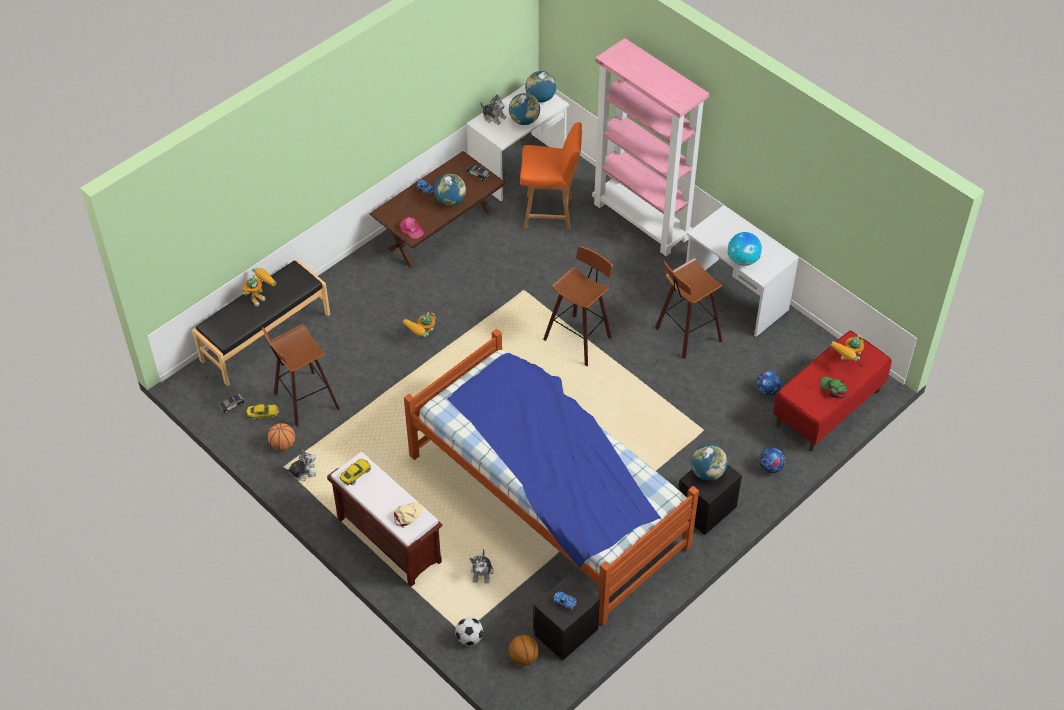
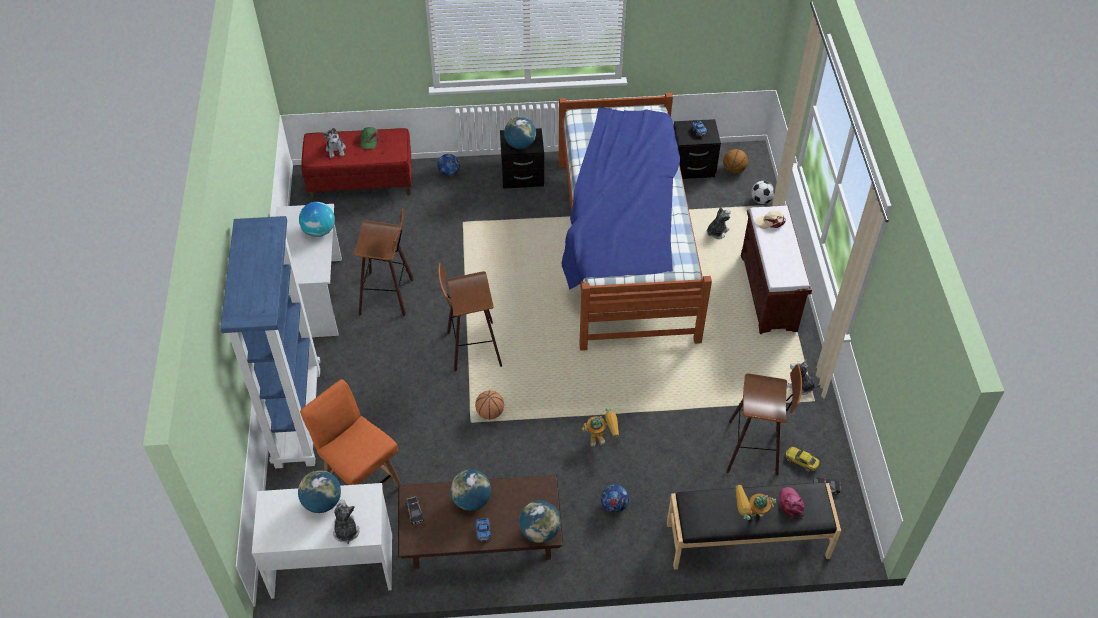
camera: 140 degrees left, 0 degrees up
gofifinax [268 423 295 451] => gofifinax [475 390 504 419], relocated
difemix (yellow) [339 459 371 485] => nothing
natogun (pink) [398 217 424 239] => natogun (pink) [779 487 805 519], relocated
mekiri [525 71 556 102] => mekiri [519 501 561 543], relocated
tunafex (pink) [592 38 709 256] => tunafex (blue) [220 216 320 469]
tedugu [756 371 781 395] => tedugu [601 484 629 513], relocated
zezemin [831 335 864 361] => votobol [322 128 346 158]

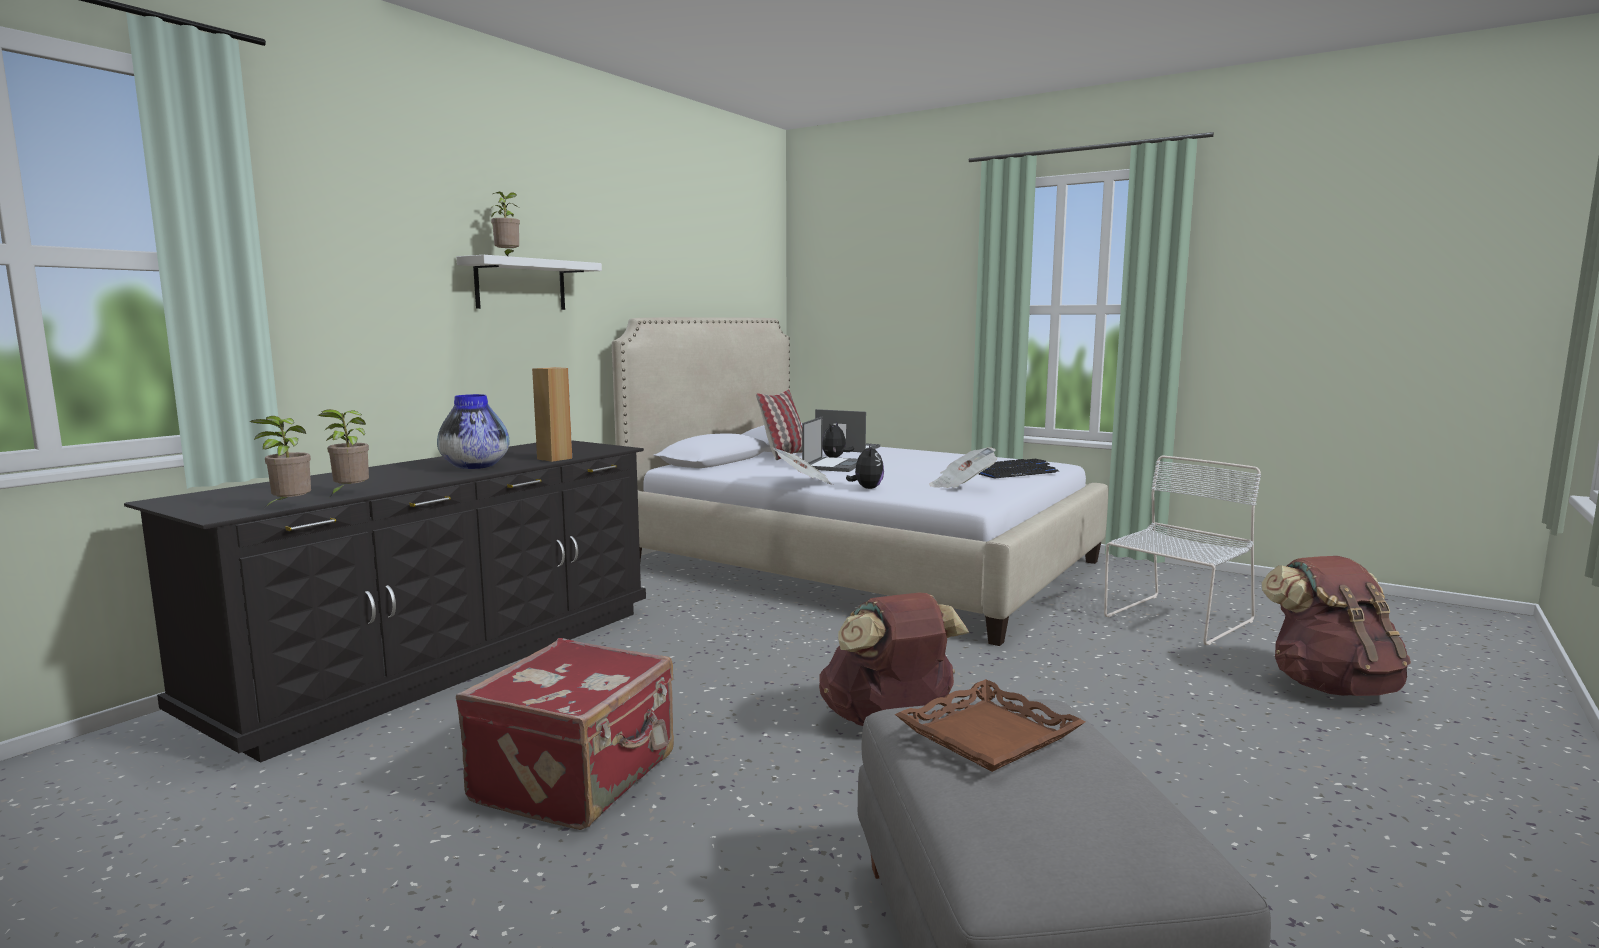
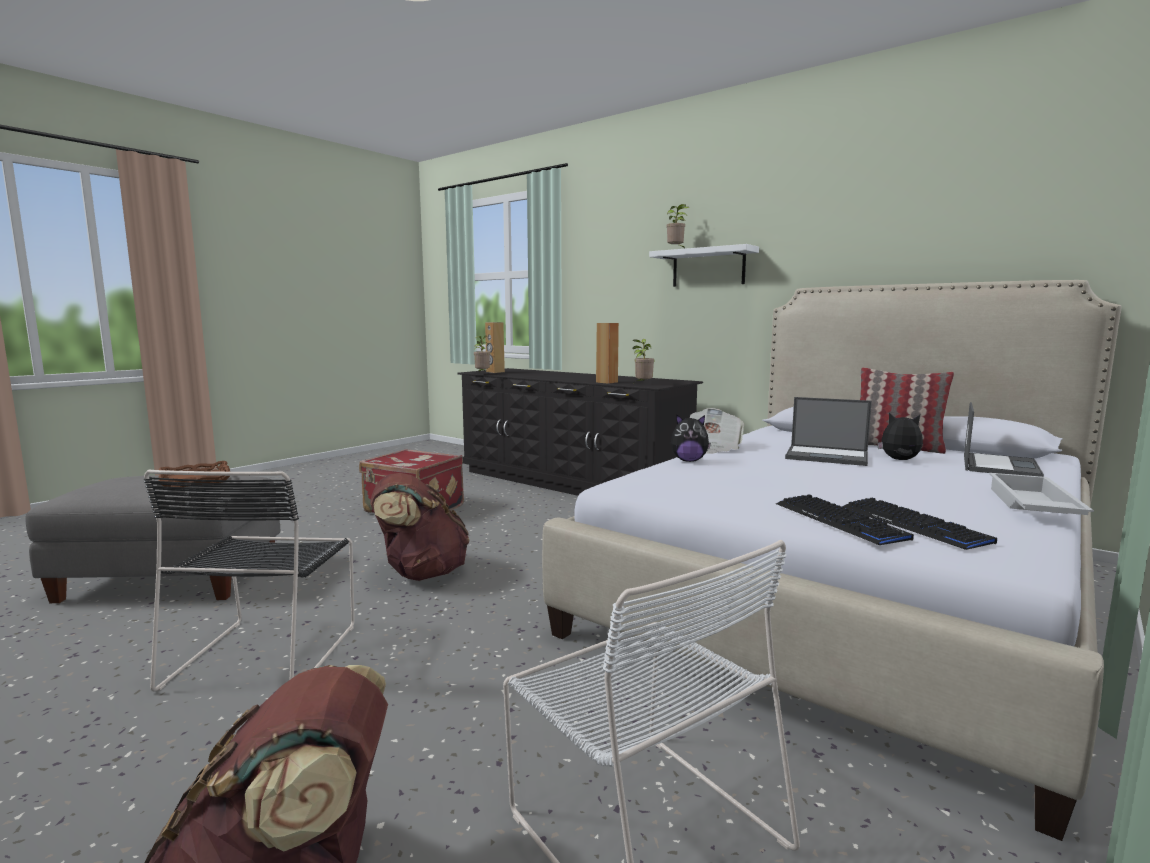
camera: 95 degrees right, 0 degrees up
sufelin [317 409 369 495] => sufelin [632 339 654 382], relocated
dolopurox [437 394 510 469] => nothing
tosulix [929 447 997 488] => nothing
nothing => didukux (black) [144 469 355 691]
nothing => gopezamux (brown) [485 322 505 373]
nothing => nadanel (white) [989 473 1094 515]

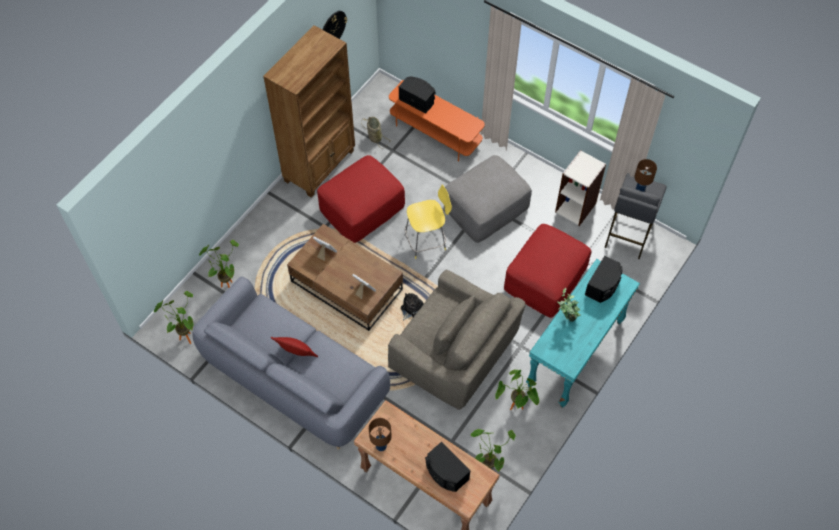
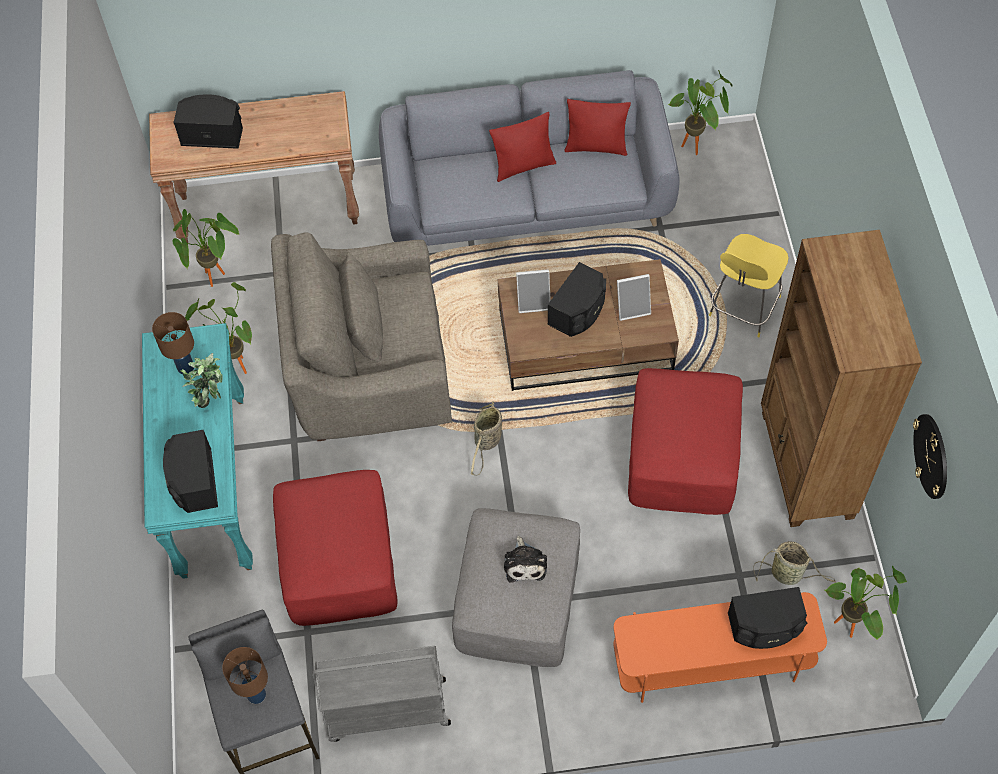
camera: 140 degrees right, 0 degrees up
sufelin [199 240 239 288] => sufelin [825 566 907 640], relocated
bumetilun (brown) [369 418 392 451] => bumetilun (brown) [152 312 194 374], relocated
votobol [401 293 424 320] => votobol [504 536 547 583], relocated
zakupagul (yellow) [404 185 452 259] => zakupagul (yellow) [709 234 788 337], relocated
tunafex [555 150 606 226] => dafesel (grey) [312 646 451 742]
nothing => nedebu [471 401 502 476]
nothing => gopezamux (black) [548 262 606 337]
nothing => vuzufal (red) [564 99 631 156]

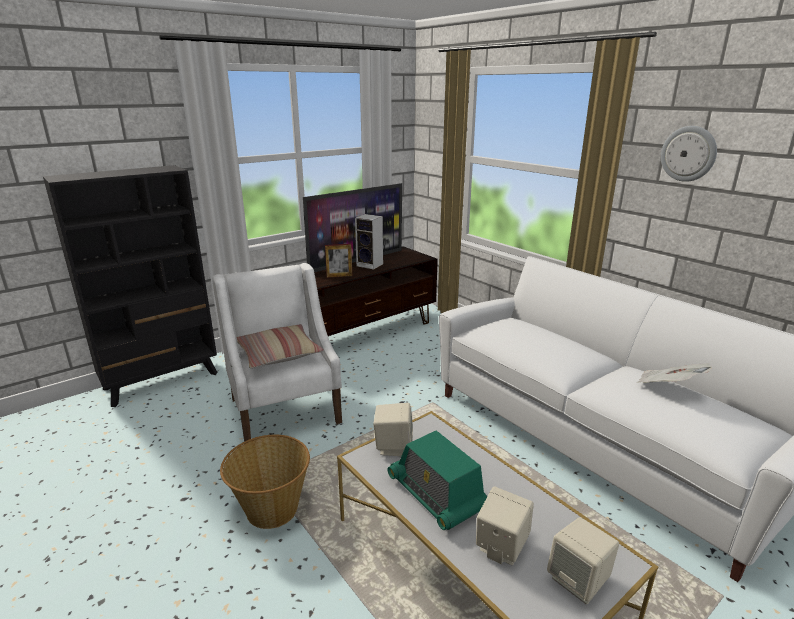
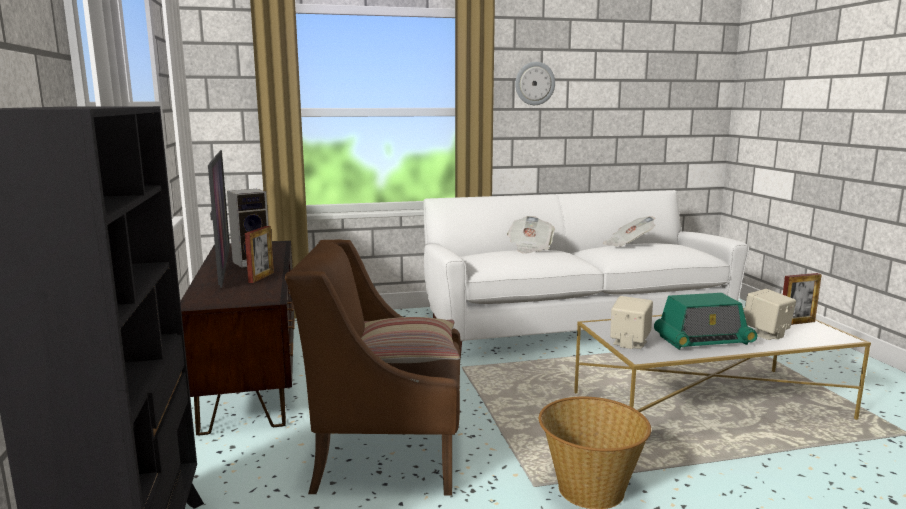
camera: 65 degrees left, 10 degrees down
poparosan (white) [212 263 342 444] => poparosan (brown) [285 240 460 496]
gopezamux (beige) [547 517 619 605] => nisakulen [783 273 822 325]
nothing => tosulix [507 216 555 253]

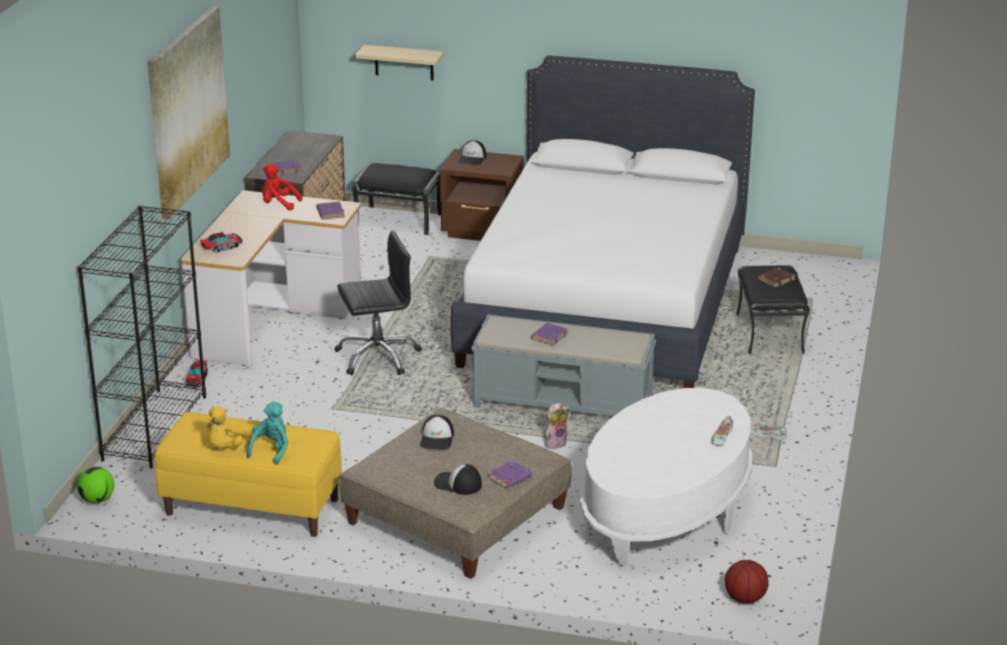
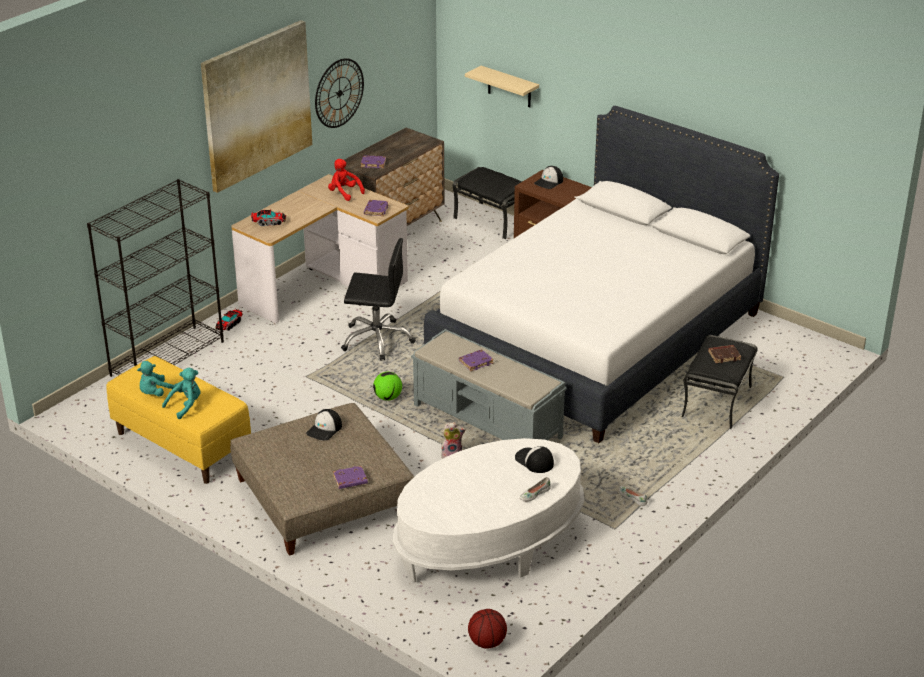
camera: 25 degrees right, 5 degrees up
tedugu [77 467 114 503] => tedugu [373 372 402 401], relocated
votobol (yellow) [207 407 250 448] => votobol (turquoise) [137 361 177 397]
natogun [434 464 482 495] => natogun [515 446 554 473], relocated
nothing => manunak [315 58 364 128]

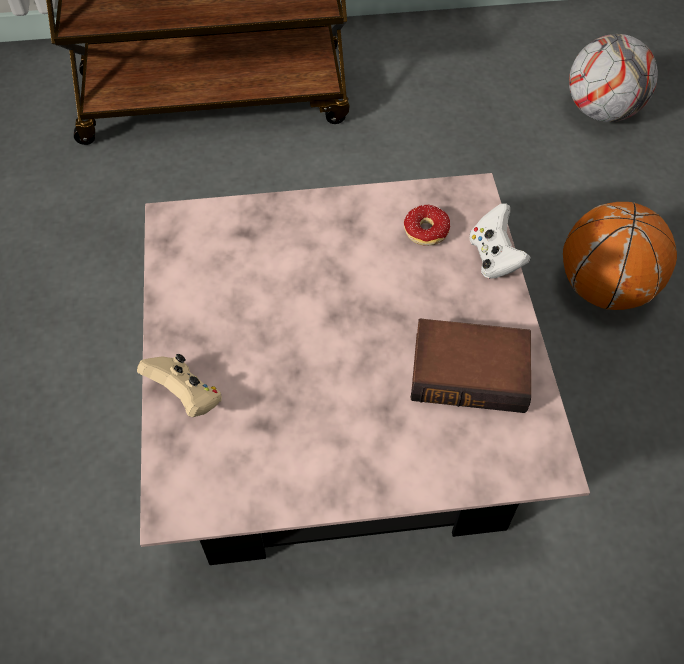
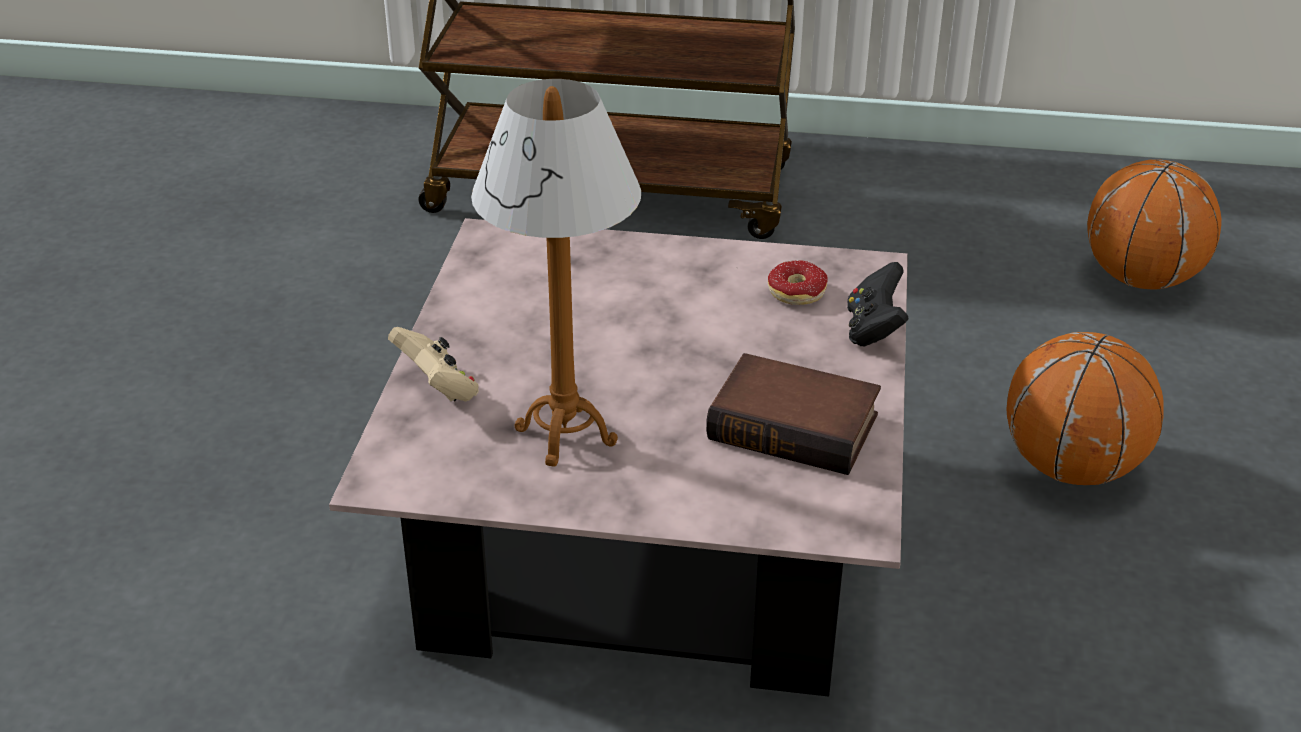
camera: 15 degrees right, 20 degrees down
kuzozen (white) [469 203 531 279] => kuzozen (black) [847 262 909 346]
tedugu [569 34 658 122] => gofifinax [1087 159 1222 289]
nothing => bumetilun [471 79 641 467]

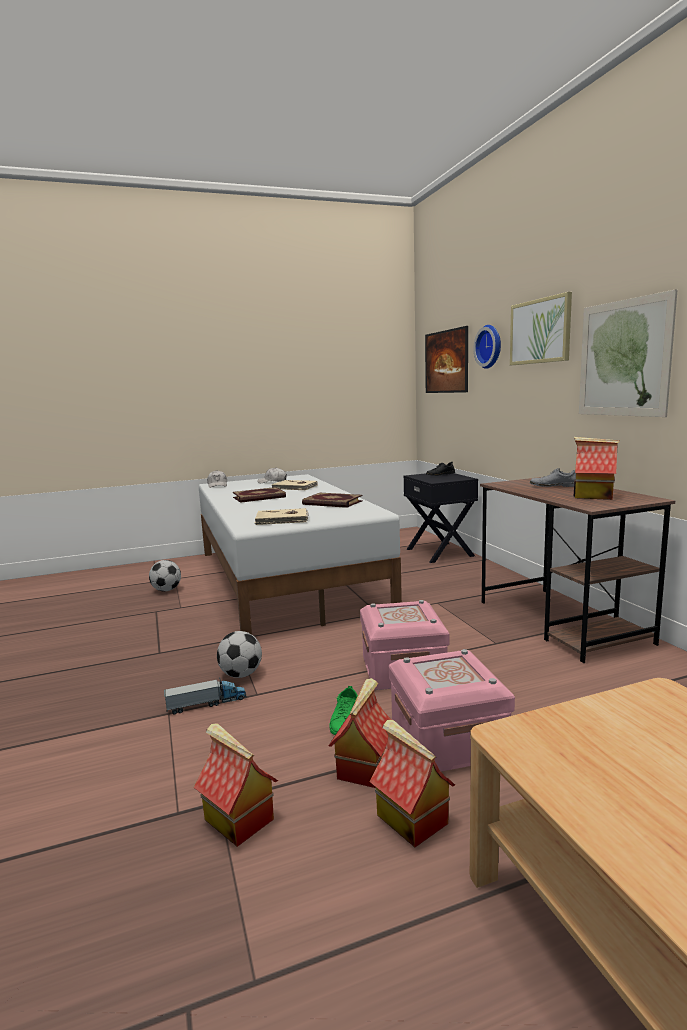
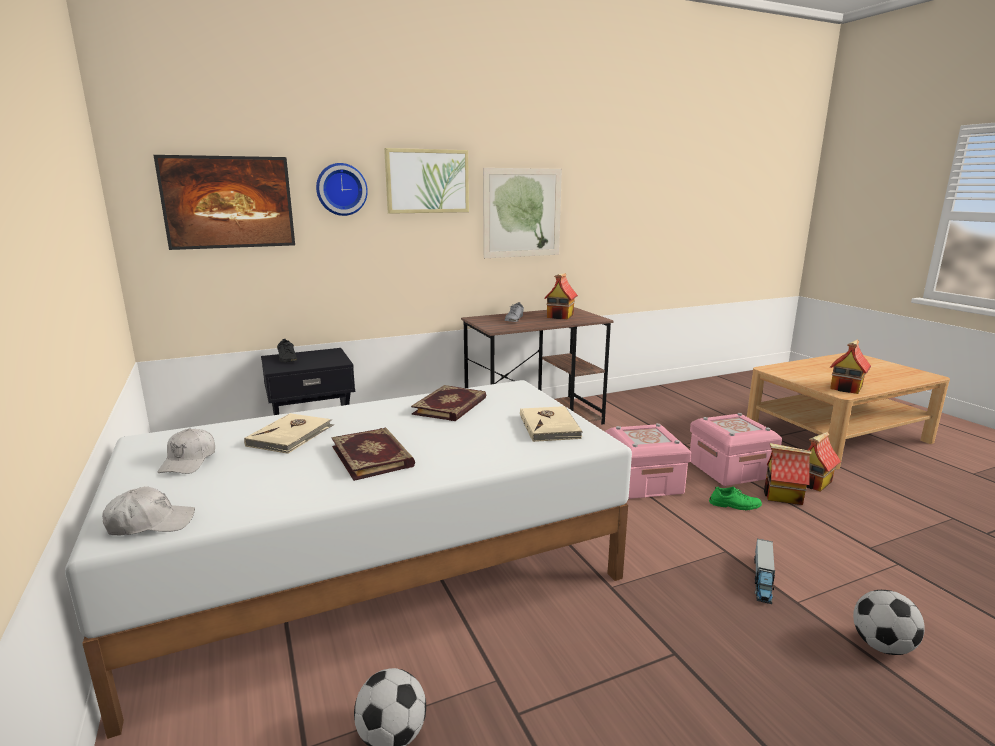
camera: 95 degrees left, 5 degrees up
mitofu [164 678 247 715] => mitofu [754 539 775 604], 135 degrees counterclockwise
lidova [194 723 278 847] => lidova [829 339 871 394], relocated
tedugu [217 631 262 678] => tedugu [853 590 925 655], relocated

